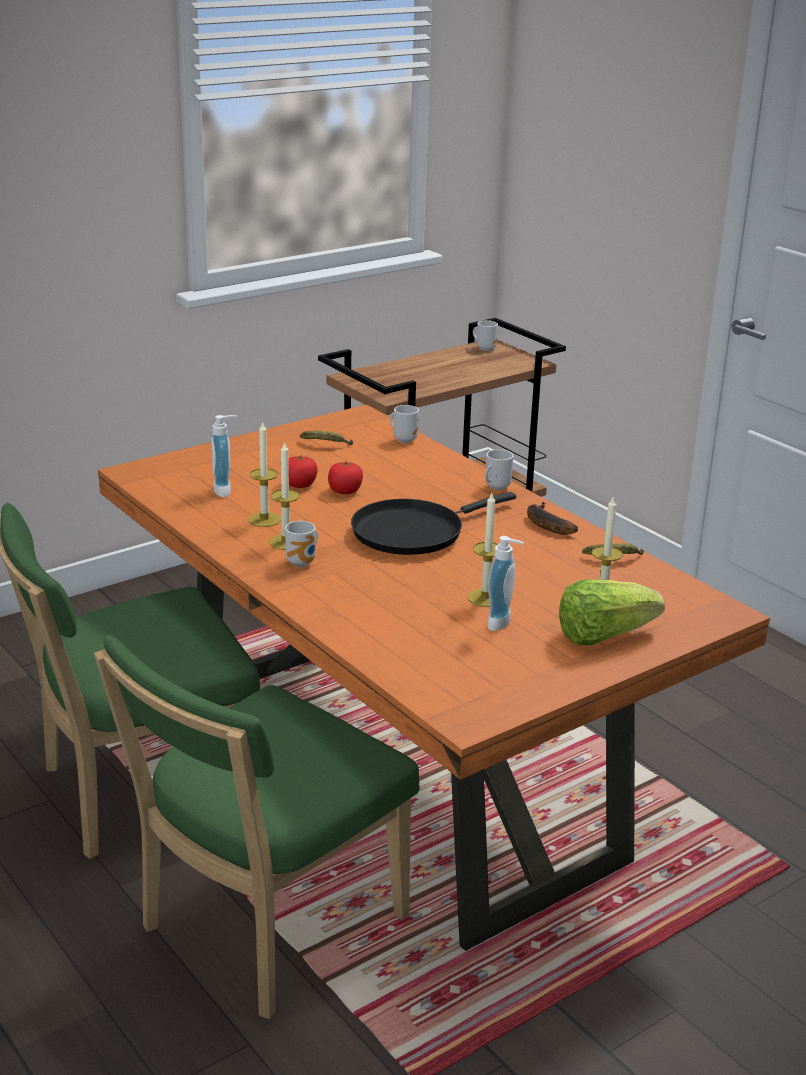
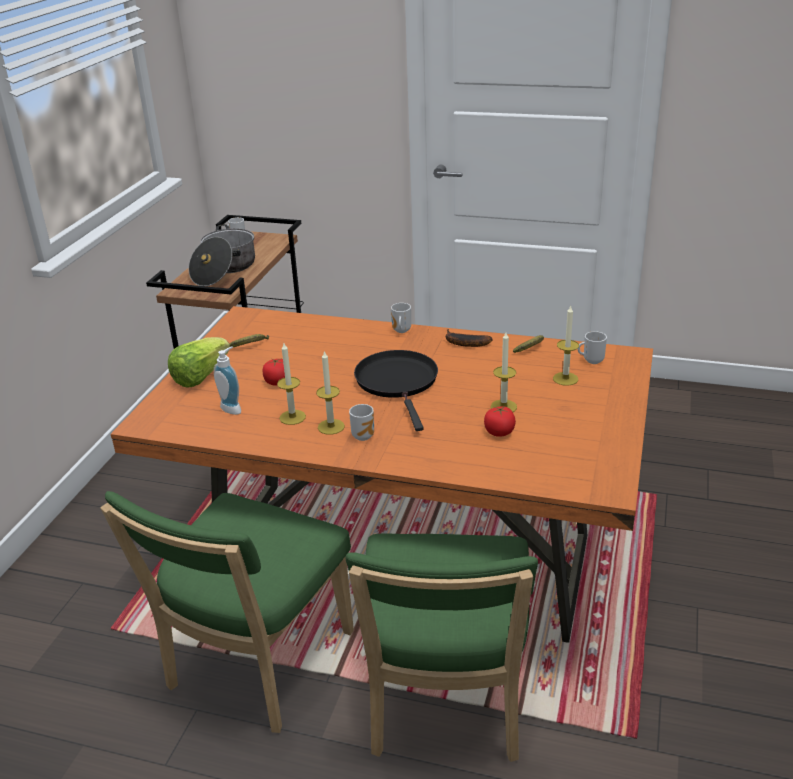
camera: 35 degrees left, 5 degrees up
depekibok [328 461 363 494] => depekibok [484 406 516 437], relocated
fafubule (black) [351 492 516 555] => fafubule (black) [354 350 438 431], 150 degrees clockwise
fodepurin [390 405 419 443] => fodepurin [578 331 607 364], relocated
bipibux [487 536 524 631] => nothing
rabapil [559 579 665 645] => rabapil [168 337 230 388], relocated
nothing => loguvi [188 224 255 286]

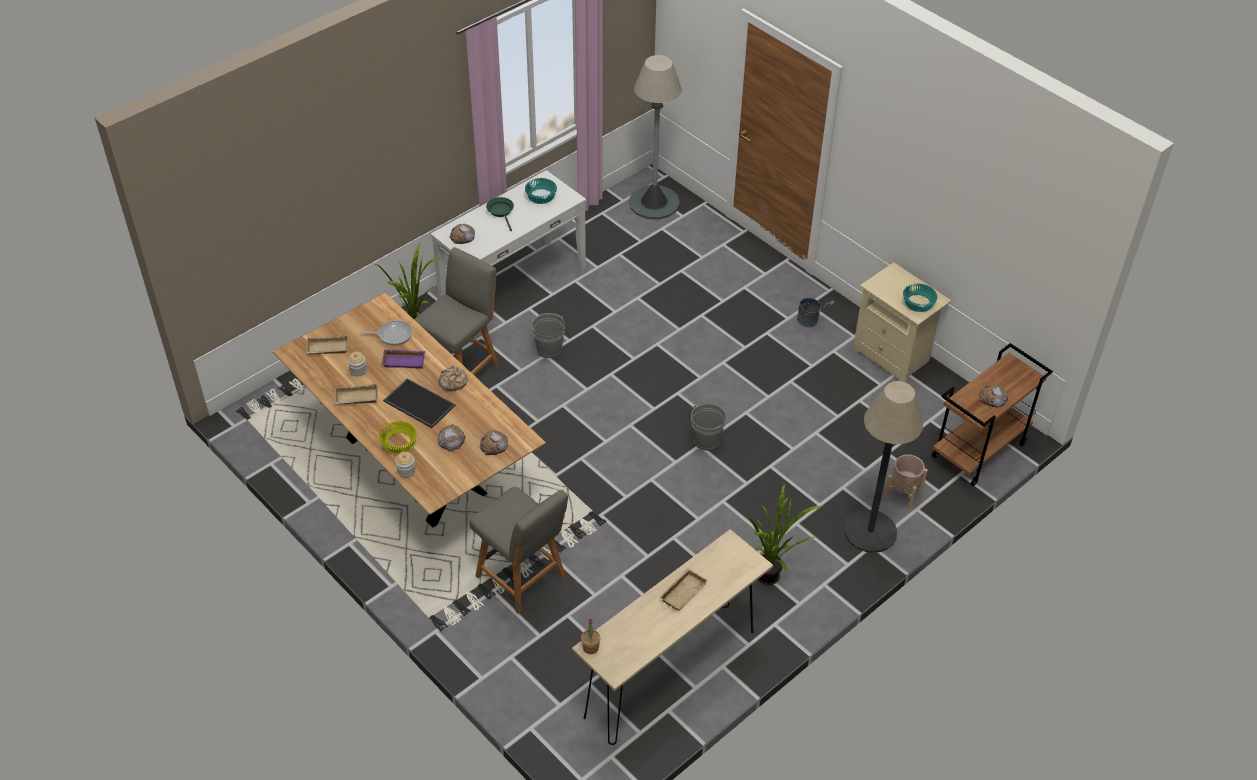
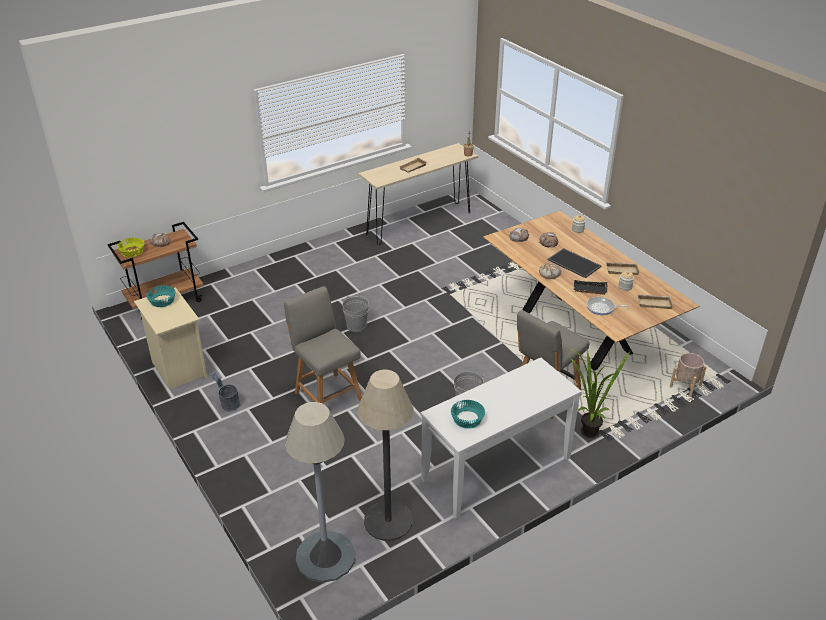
camera: 170 degrees left, 10 degrees down
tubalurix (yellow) [379 421 417 454] => tubalurix (yellow) [117 237 144 257], relocated
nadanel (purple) [382 350 425 368] => nadanel (black) [574 280 607 295]
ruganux [450 224 475 244] => nothing
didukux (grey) [469 487 568 614] => didukux (grey) [284 286 362 404], relocated
fafubule (green) [486 197 514 231] => nothing
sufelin [748 482 821 585] => nothing
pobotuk [844 381 923 553] => pobotuk [357 370 413 541], relocated
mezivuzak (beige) [884 454 928 509] => mezivuzak (beige) [670 353 706 398], relocated

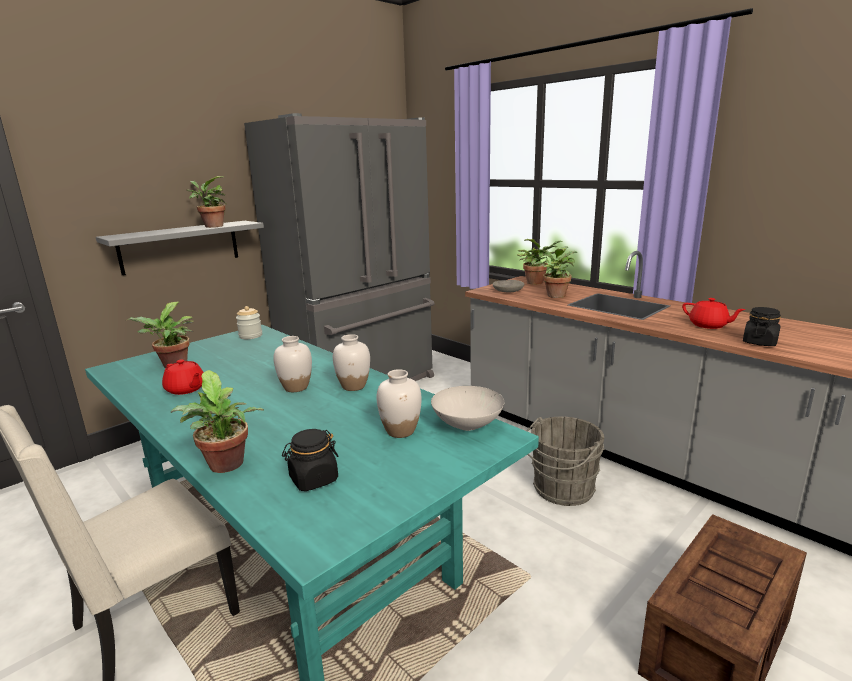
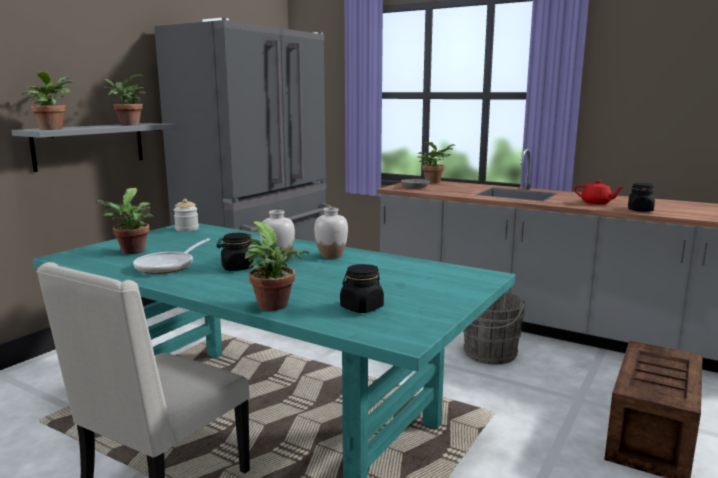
camera: 15 degrees left, 5 degrees down
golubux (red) [162 359 204 395] => fafubule [133 238 210 274]
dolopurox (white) [376 369 422 438] => nothing
tubalurix (white) [431 386 504 431] => nothing
sufelin [534 246 577 298] => sufelin [22 72 74 130], relocated
nothing => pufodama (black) [216 233 254 271]

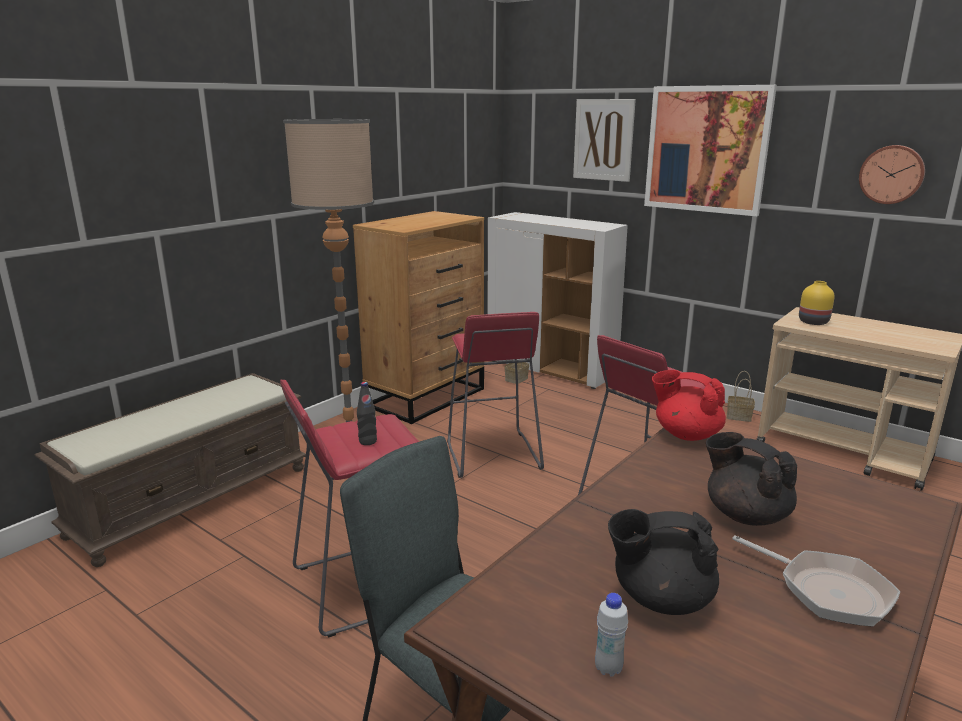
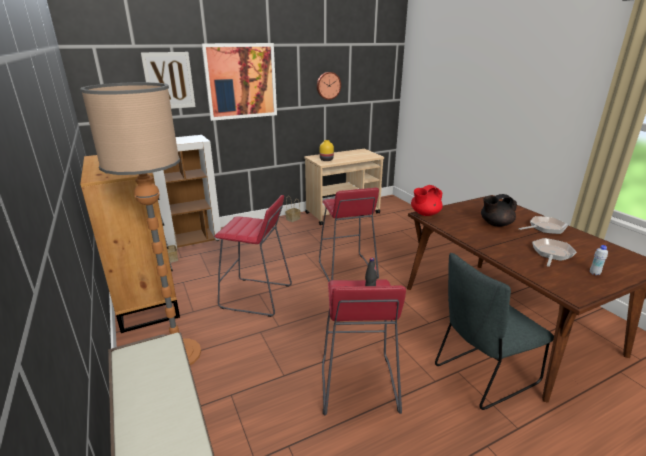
camera: 65 degrees left, 5 degrees up
golubux (black) [608 509 719 615] => fafubule [532 238 577 267]

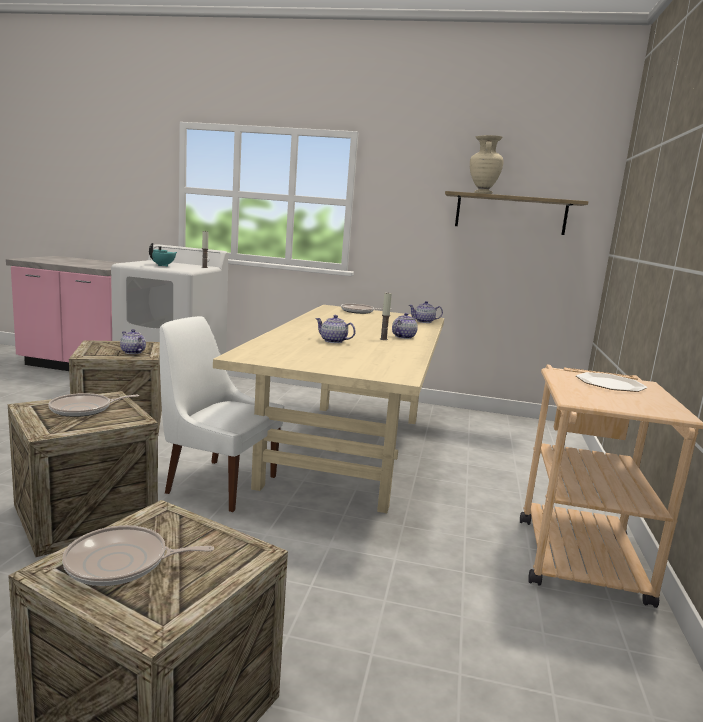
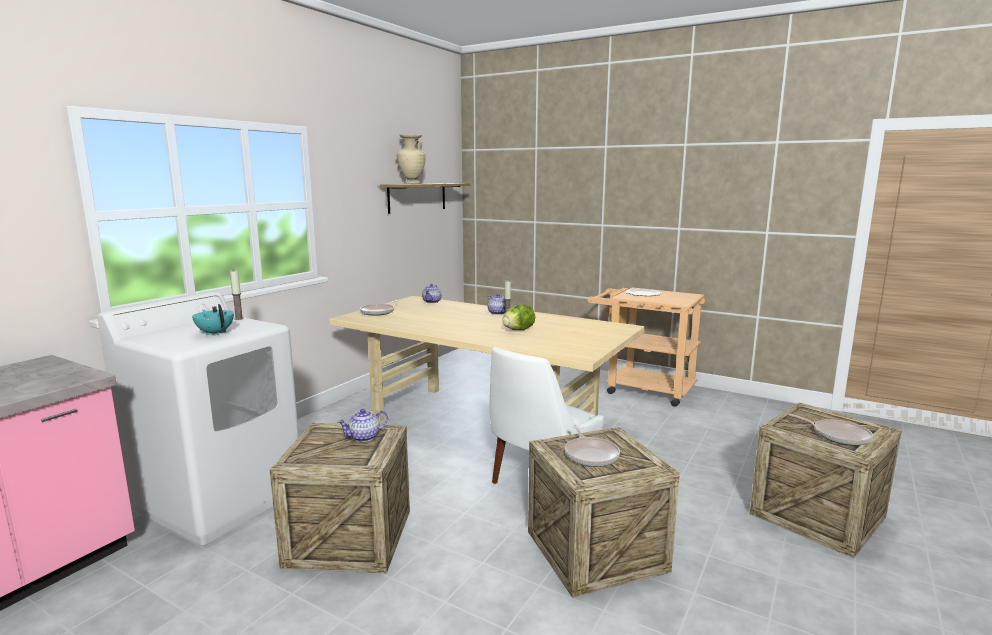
camera: 70 degrees left, 0 degrees up
fafubule [62 525 214 586] => fafubule [788 414 873 446], 60 degrees counterclockwise
golubux [315 315 356 343] => rabapil [502 304 535 330]

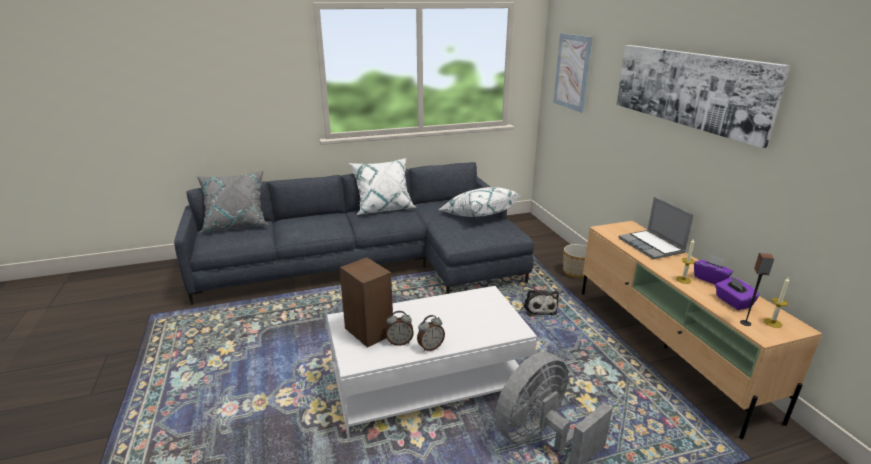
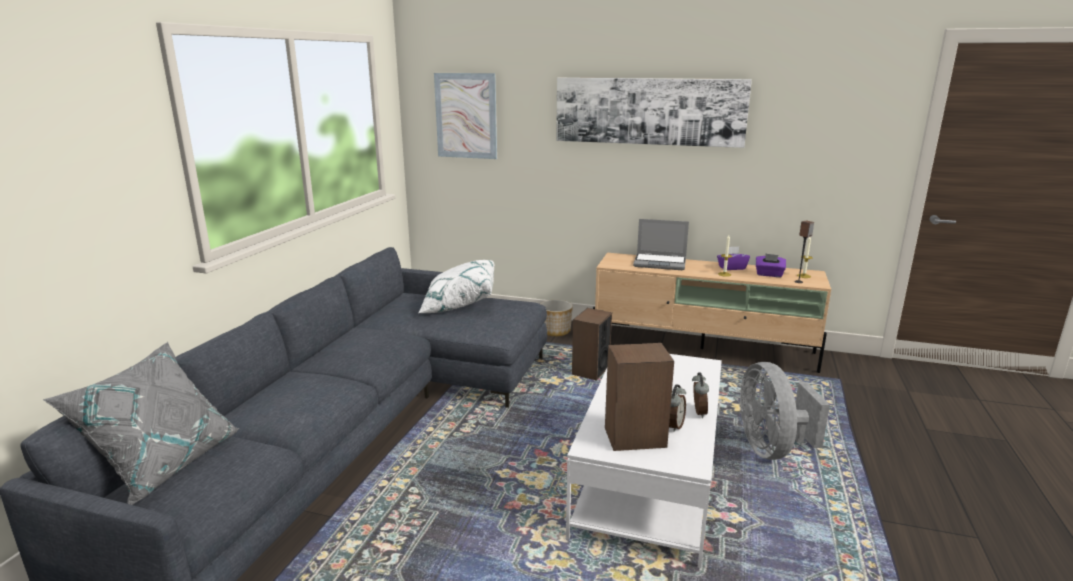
camera: 55 degrees left, 5 degrees down
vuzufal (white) [349 158 416 215] => nothing
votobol [523 290 559 317] => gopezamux [572 308 612 381]

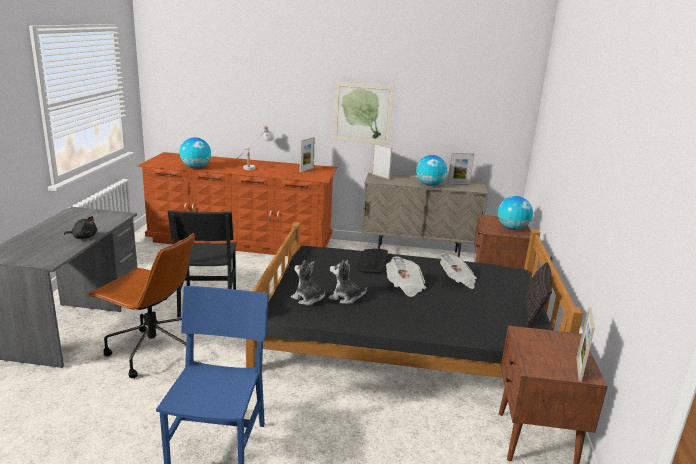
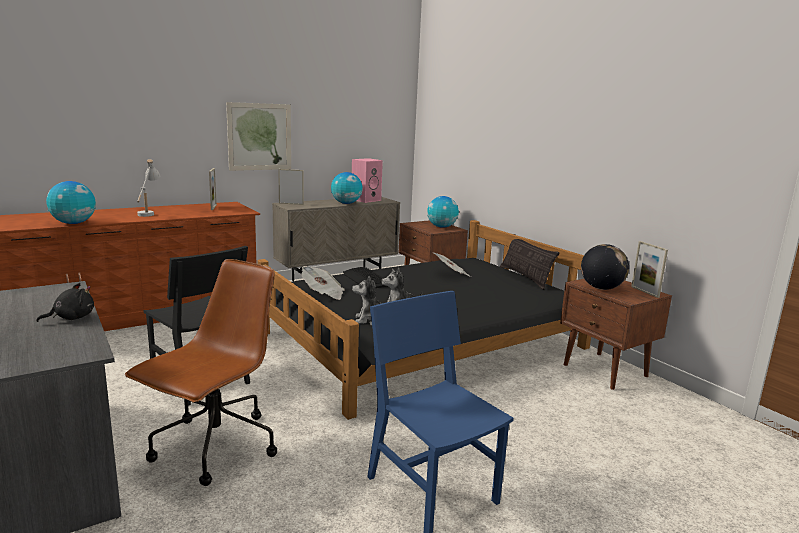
camera: 40 degrees left, 5 degrees down
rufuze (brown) [87 233 195 378] => rufuze (brown) [125 259 277 486], 45 degrees counterclockwise
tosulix [386 256 426 297] => tosulix [301 266 345 300], relocated
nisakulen [447 153 474 185] => gopezamux (pink) [352 158 383 203]
nothing => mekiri [581 244 629 290]

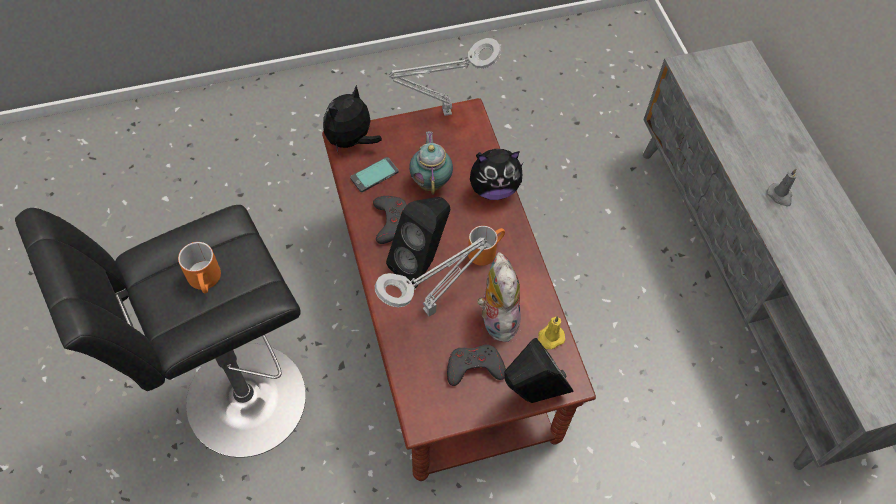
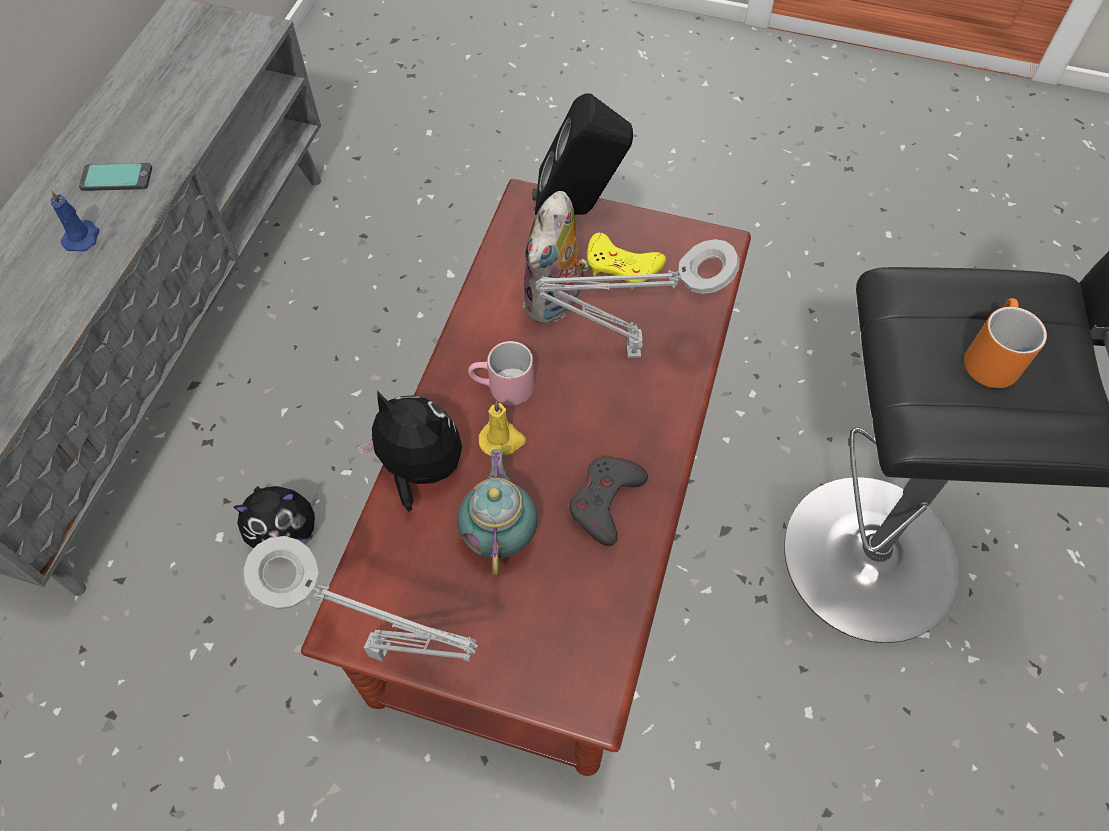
camera: 145 degrees left, 0 degrees up
votobol [323 85 382 154] => votobol [234 486 318 549], relocated
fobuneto [350 157 398 192] => fobuneto [79 163 152 191], relocated
gopezamux (black) [386 197 450 288] => nothing
golubux [409 131 453 195] => golubux [457 449 537 577], 150 degrees clockwise
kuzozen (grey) [447 344 506 386] => kuzozen (yellow) [587 233 666 289]
fodepurin (orange) [468 225 505 266] => fodepurin (pink) [468 341 534 405]
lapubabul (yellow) [538 316 565 349] => lapubabul (yellow) [479 401 526 456], relocated
lapubabul (grey) [767 169 797 207] => lapubabul (blue) [51 190 99 251]

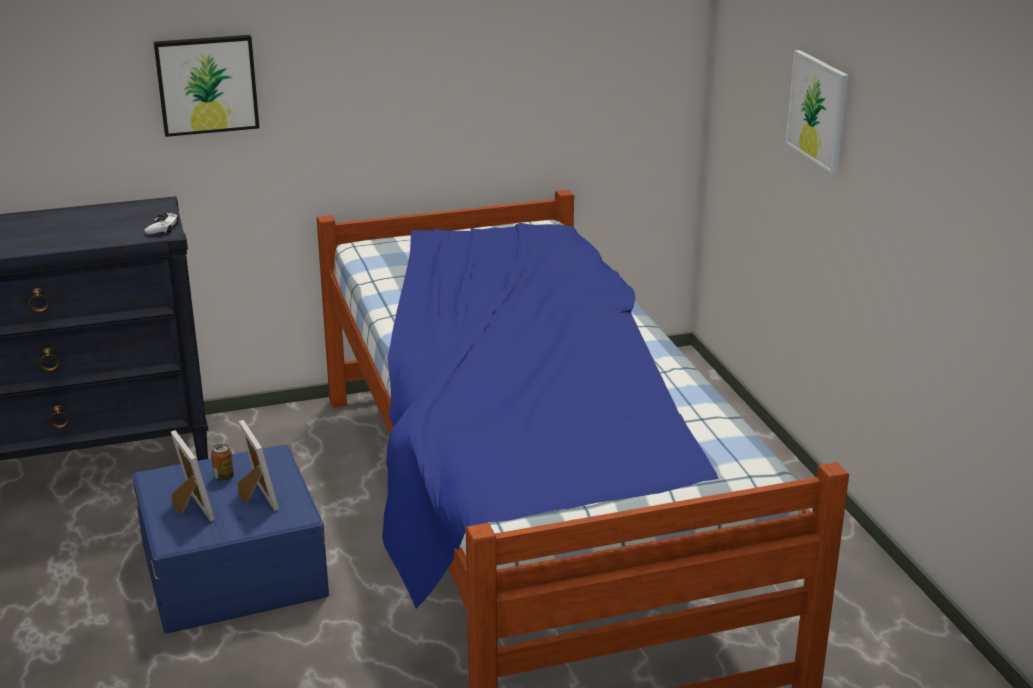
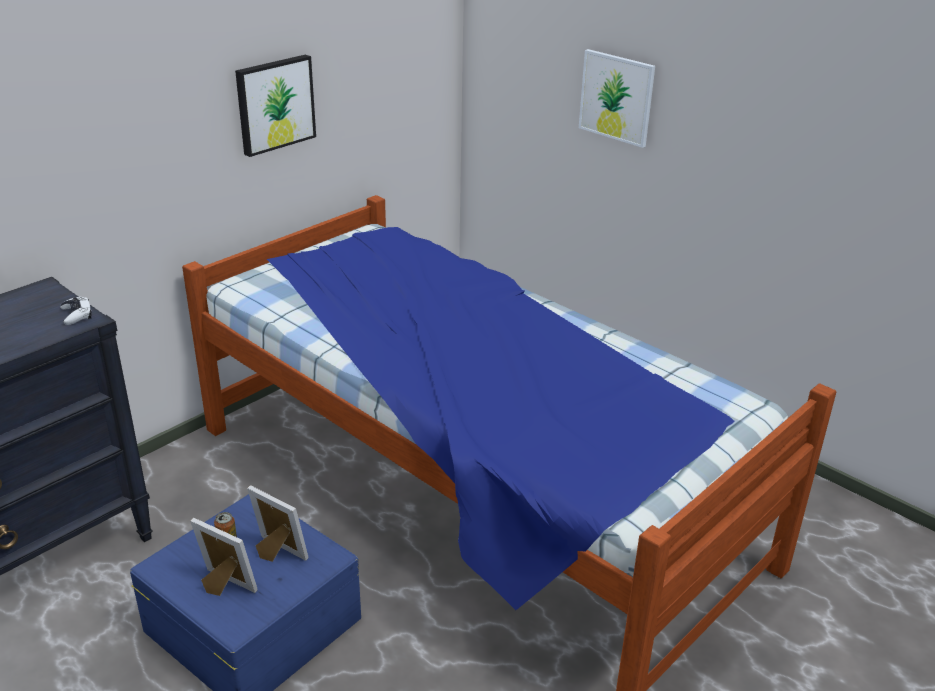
camera: 30 degrees left, 5 degrees up
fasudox [154 35 259 137] => fasudox [235 55 316 157], relocated

